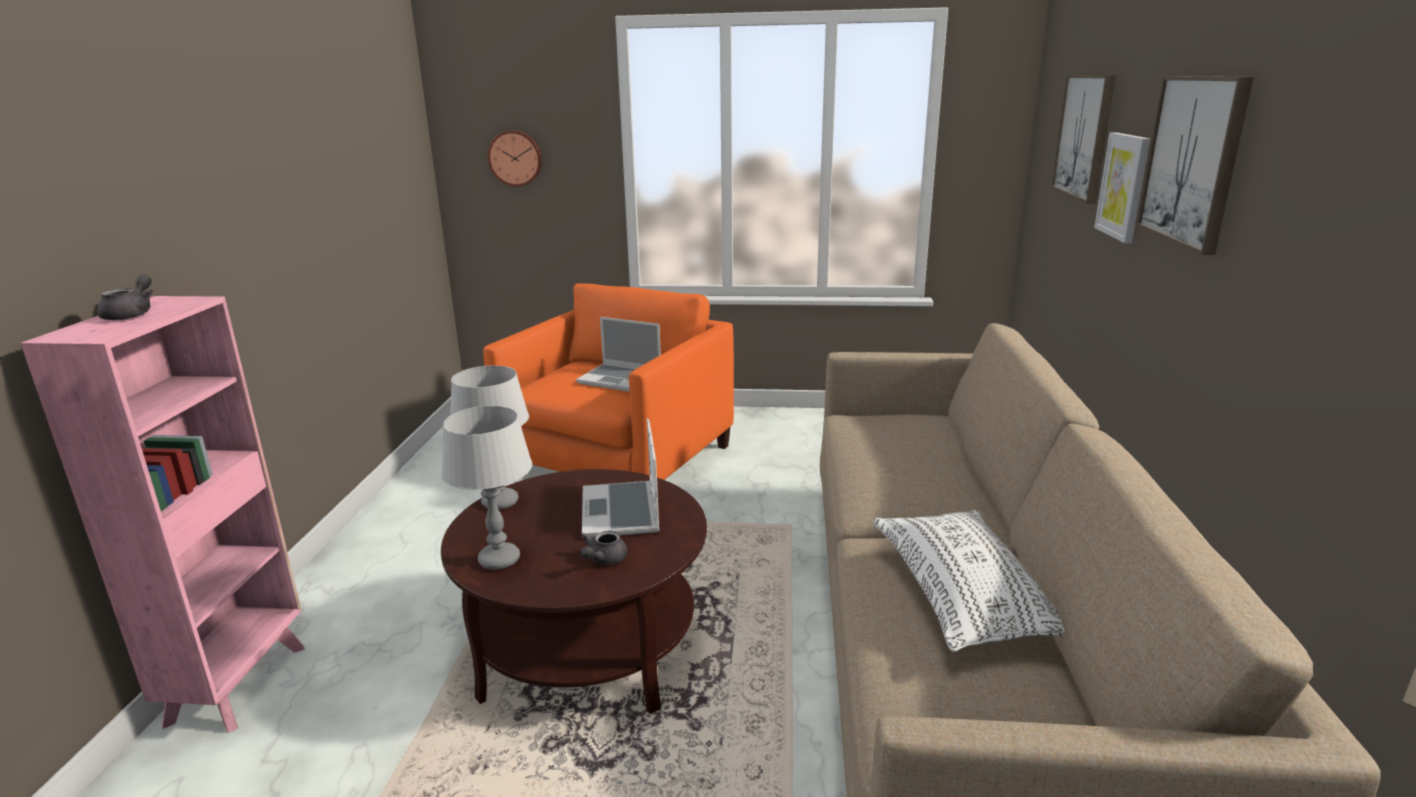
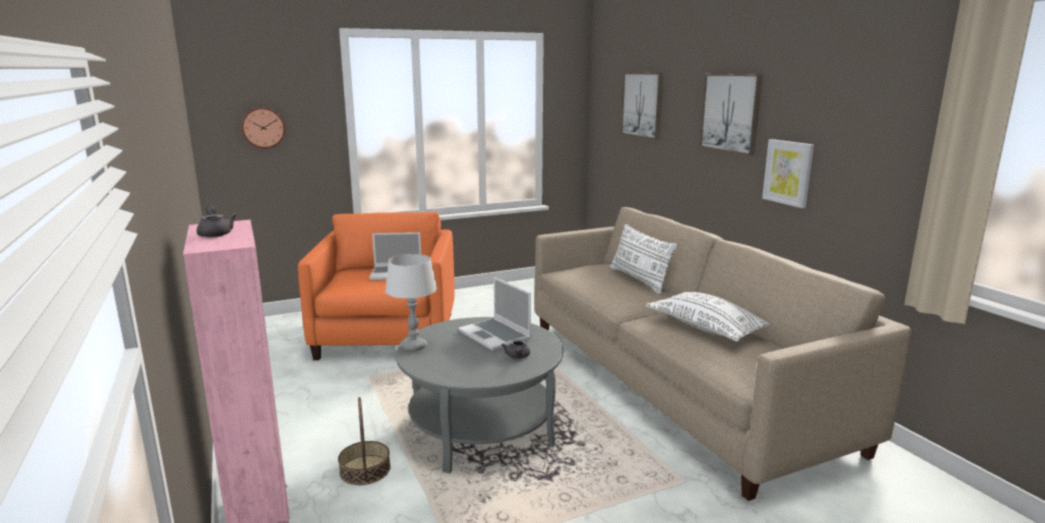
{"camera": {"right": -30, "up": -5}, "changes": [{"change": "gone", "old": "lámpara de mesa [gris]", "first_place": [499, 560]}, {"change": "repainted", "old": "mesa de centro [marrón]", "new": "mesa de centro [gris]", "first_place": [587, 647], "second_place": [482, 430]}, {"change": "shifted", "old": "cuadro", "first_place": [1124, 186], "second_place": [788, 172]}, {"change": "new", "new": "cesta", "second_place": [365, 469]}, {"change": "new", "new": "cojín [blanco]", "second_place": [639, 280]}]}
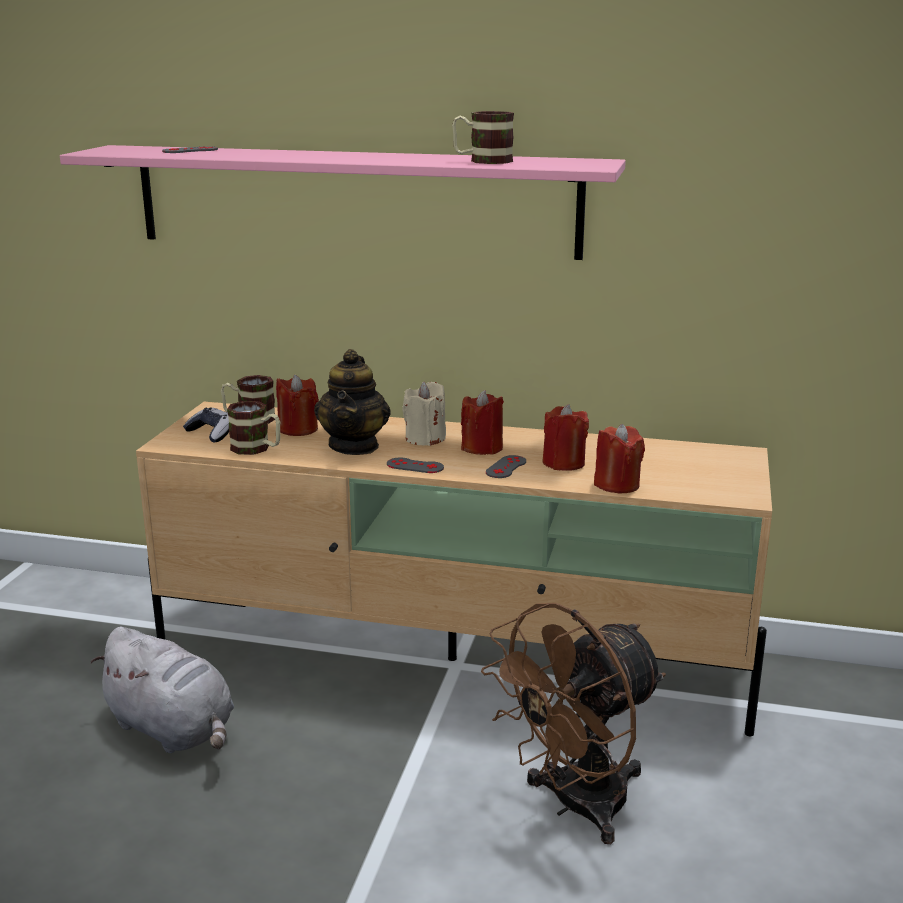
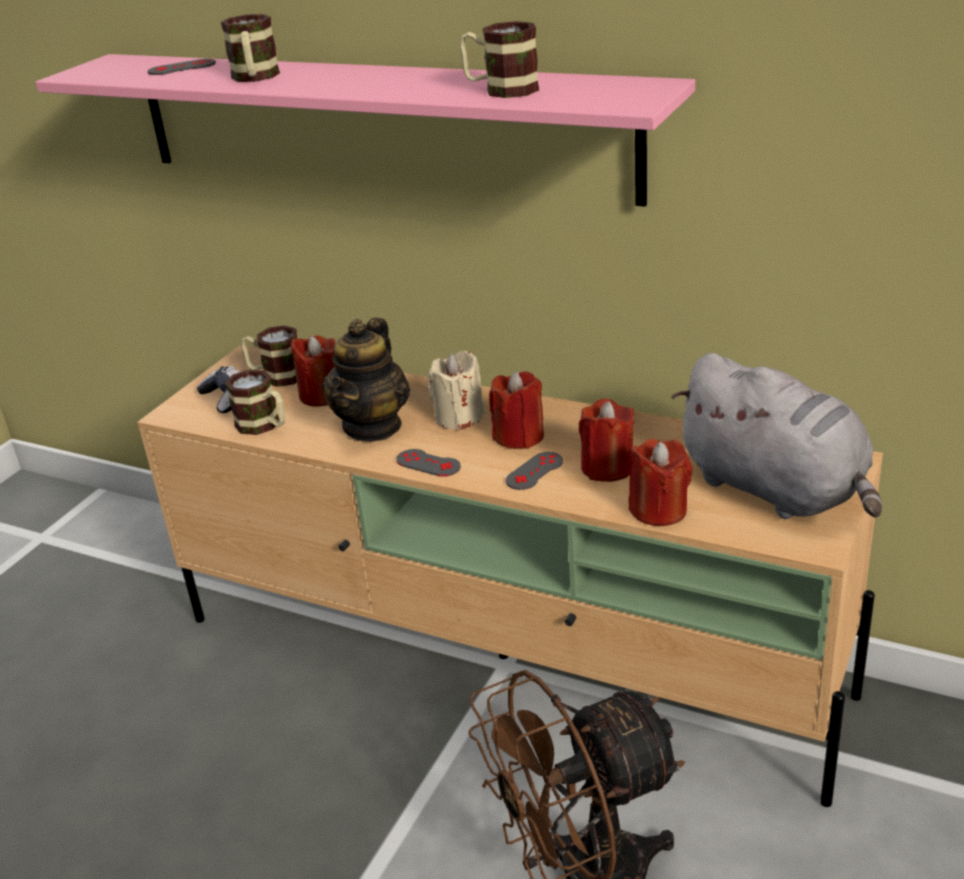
{"camera": {"right": 15, "up": 10}, "changes": [{"change": "shifted", "old": "peluche [gris]", "first_place": [173, 730], "second_place": [777, 490]}, {"change": "new", "new": "taza grande", "second_place": [255, 78]}]}
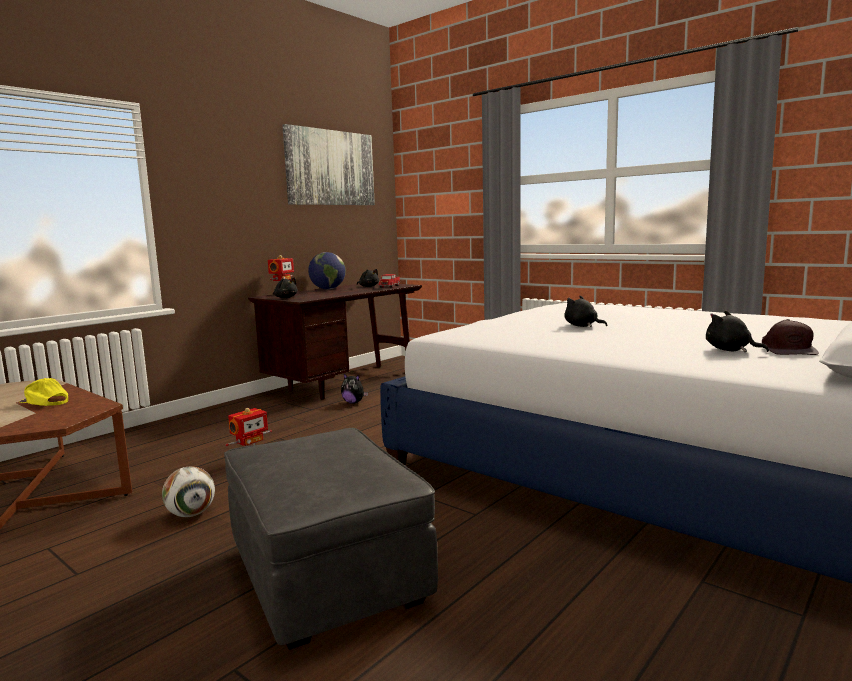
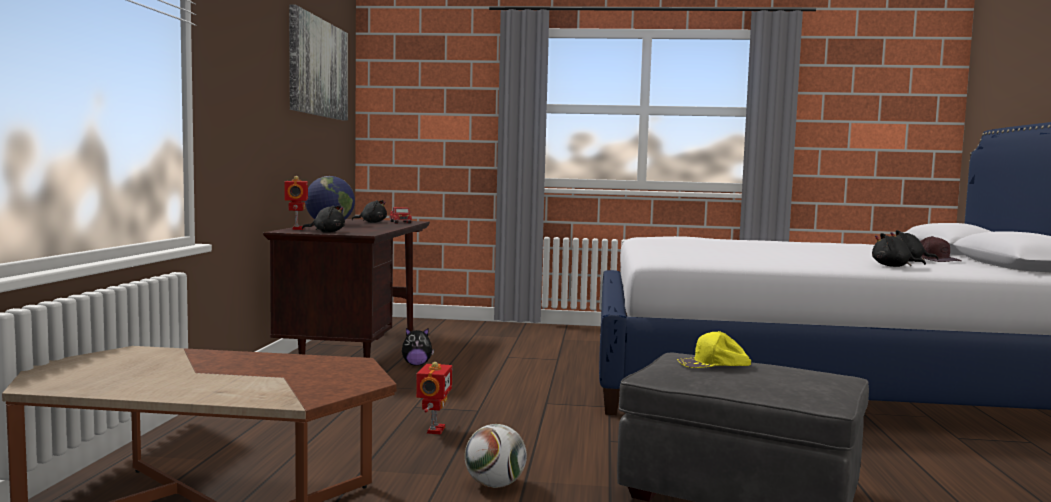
{"camera": {"right": -35, "up": -5}, "changes": [{"change": "shifted", "old": "gorra [amarillo]", "first_place": [45, 402], "second_place": [713, 364]}, {"change": "shifted", "old": "peluche [negro]", "first_place": [582, 326], "second_place": [893, 266]}]}
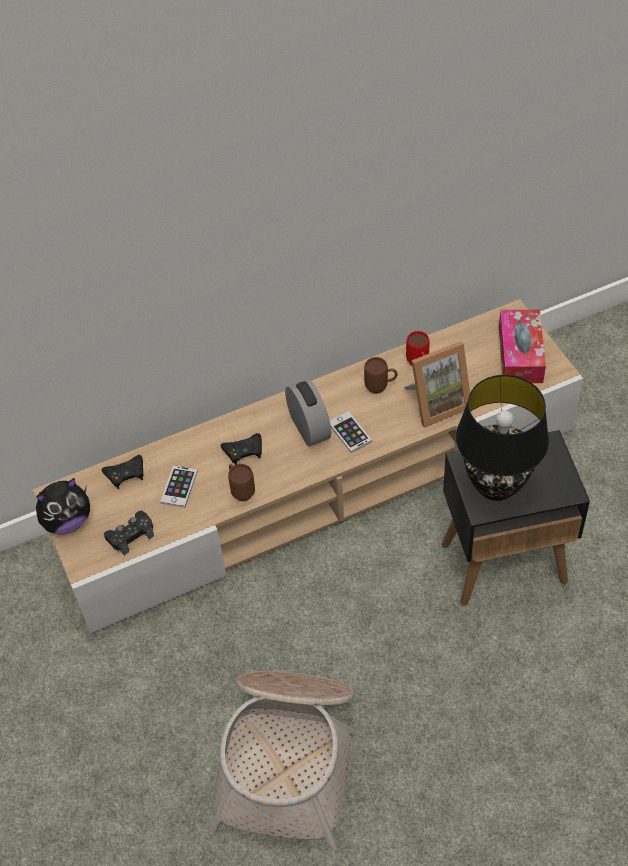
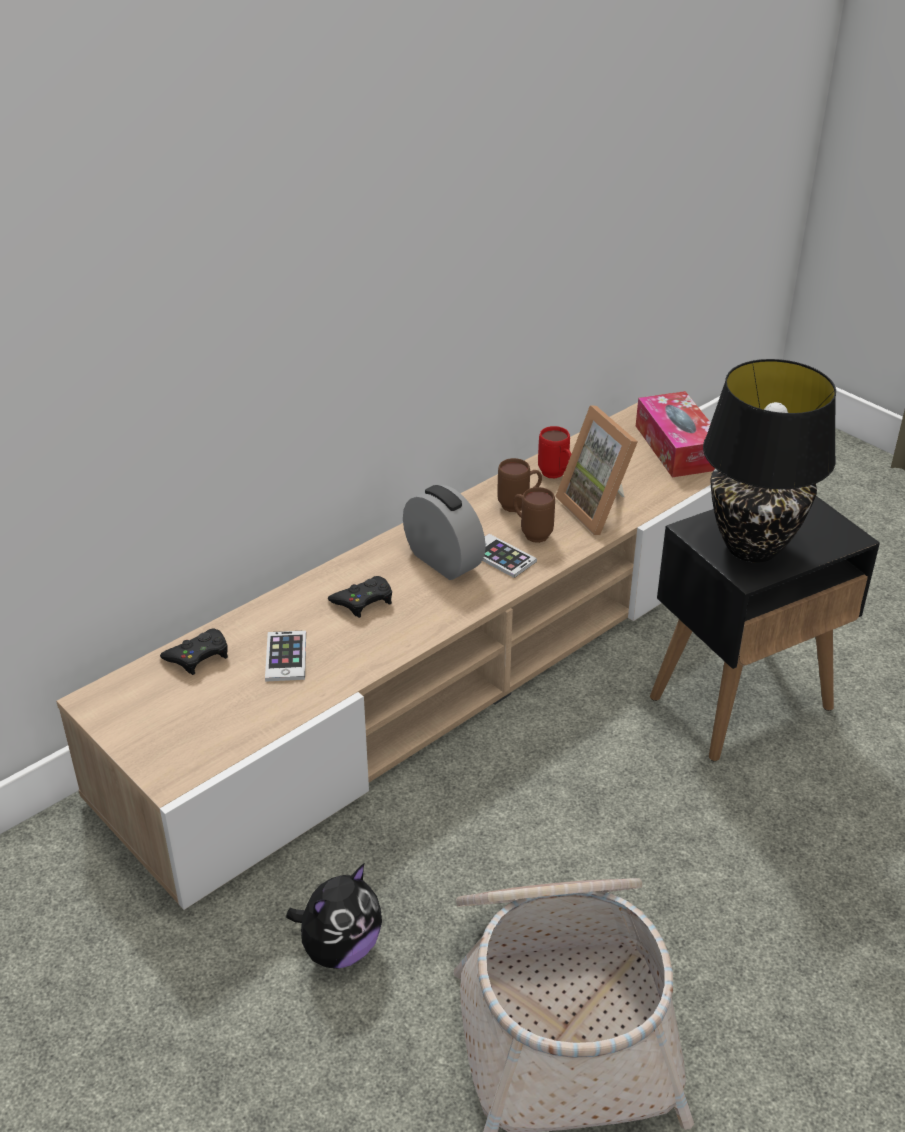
{"camera": {"right": -20, "up": -15}, "changes": [{"change": "shifted", "old": "peluche", "first_place": [67, 521], "second_place": [339, 948]}, {"change": "gone", "old": "mando de consola [negro]", "first_place": [131, 535]}, {"change": "shifted", "old": "taza grande [marrón]", "first_place": [241, 490], "second_place": [531, 533]}, {"change": "rotated", "old": "portarretratos", "first_place": [437, 403], "second_place": [600, 509], "degrees": 105}]}
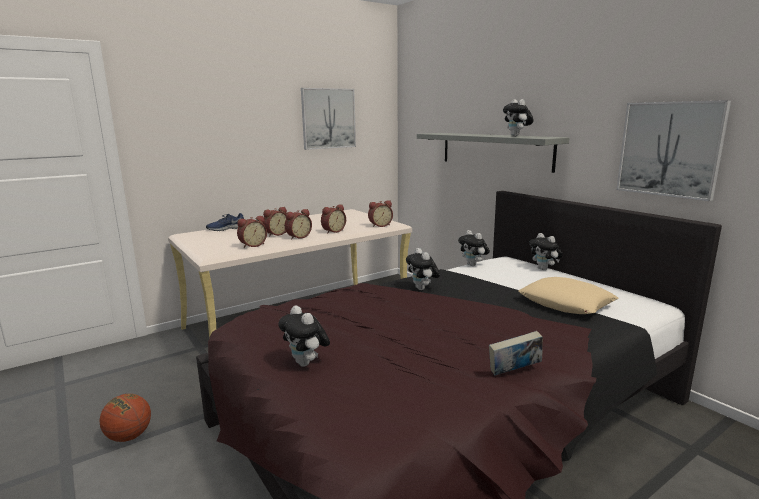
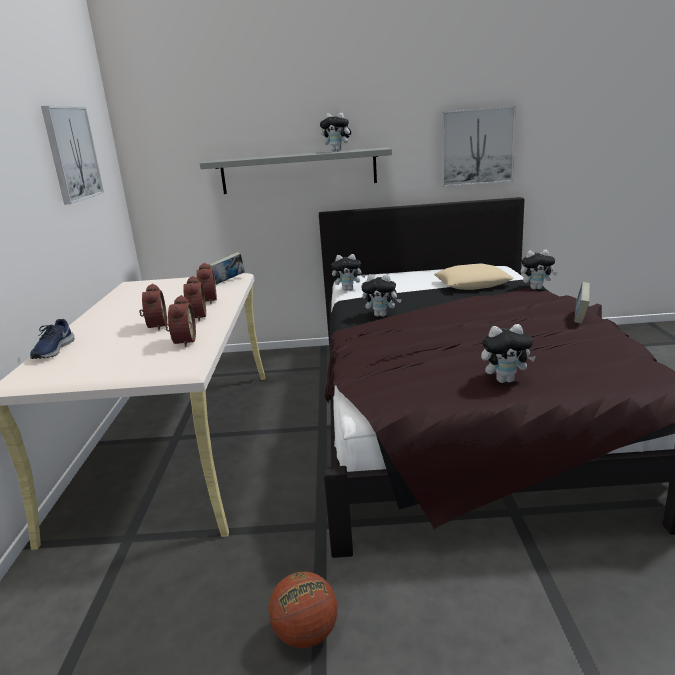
{"camera": {"right": -55, "up": 5}, "changes": [{"change": "swapped", "old": "despertador", "new": "libro", "first_place": [380, 225], "second_place": [228, 281]}, {"change": "shifted", "old": "peluche", "first_place": [544, 269], "second_place": [536, 288]}]}
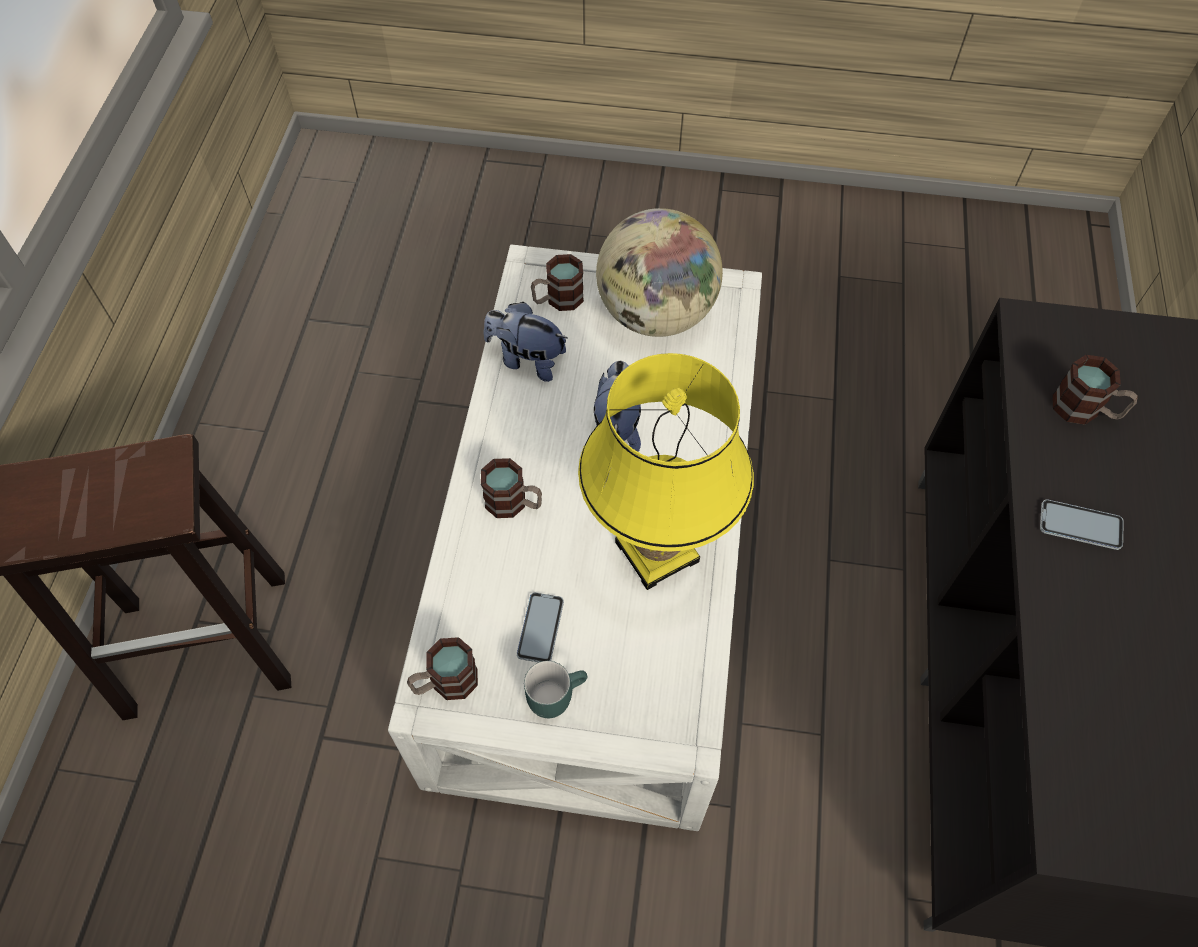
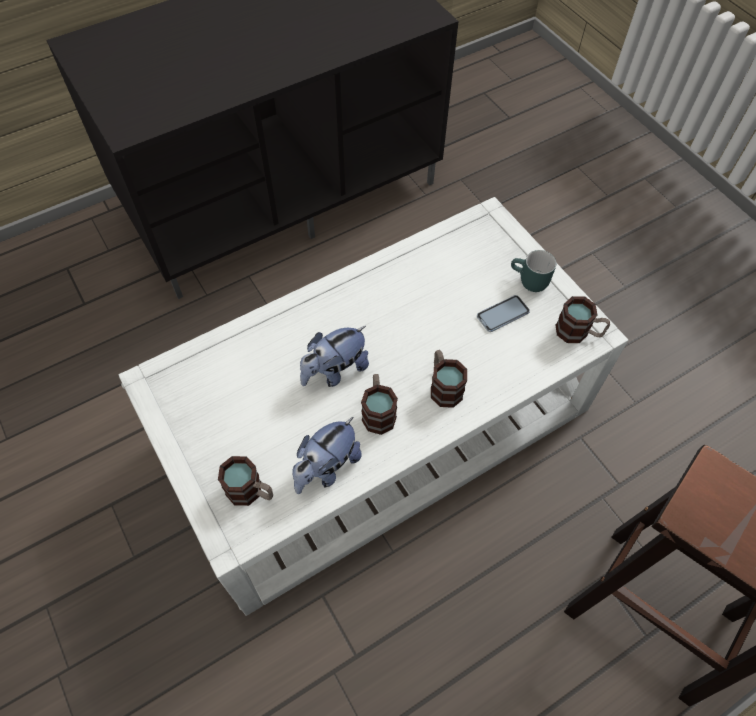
{"camera": {"right": -130, "up": 0}, "changes": [{"change": "rotated", "old": "peluche", "first_place": [527, 360], "second_place": [326, 468], "degrees": 60}, {"change": "gone", "old": "lámpara de mesa [amarillo]", "first_place": [657, 551]}, {"change": "gone", "old": "globo terráqueo", "first_place": [655, 314]}, {"change": "gone", "old": "móvil", "first_place": [1080, 525]}, {"change": "shifted", "old": "taza grande", "first_place": [1085, 410], "second_place": [378, 411]}]}
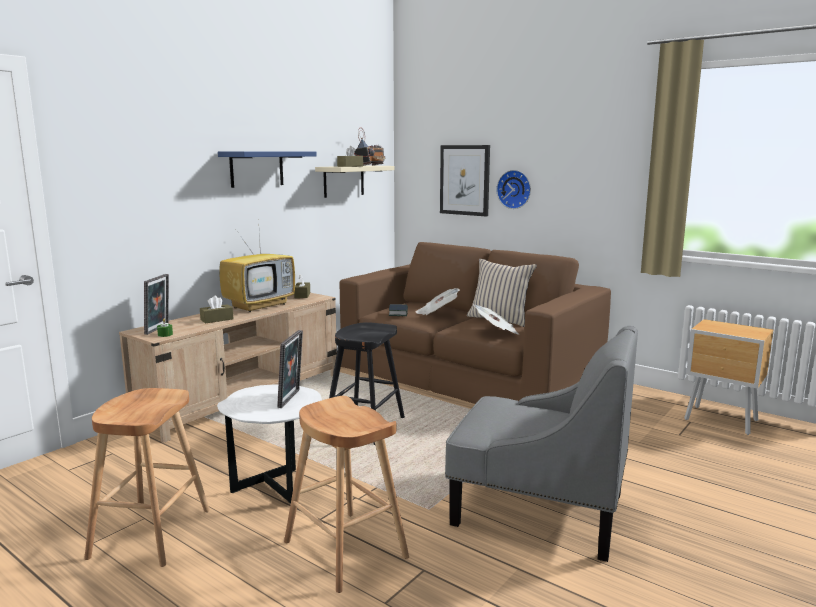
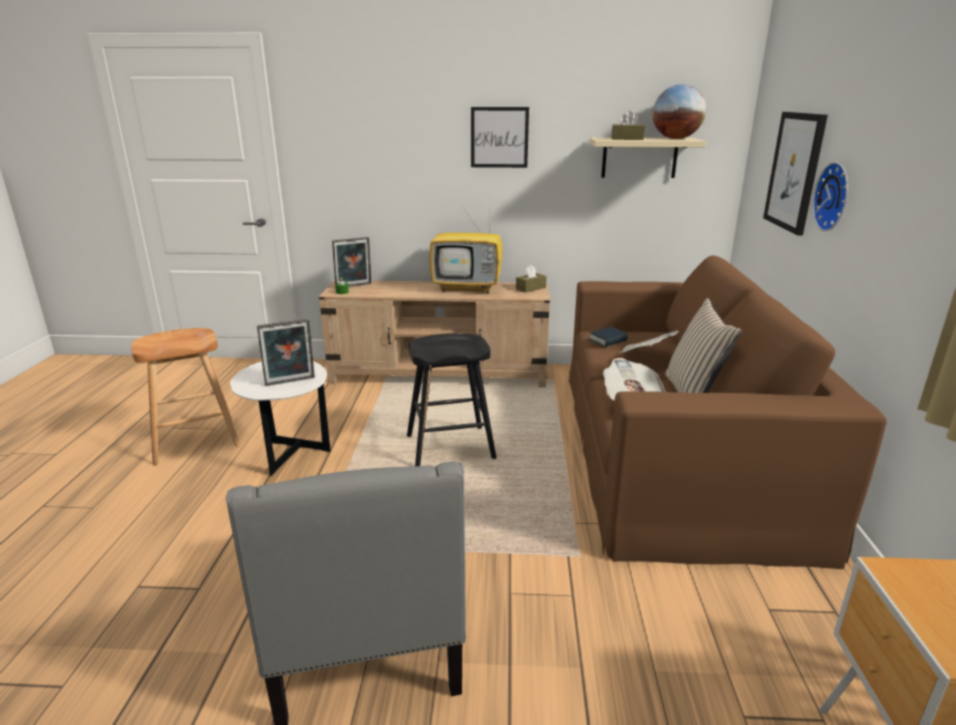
{"camera": {"right": 55, "up": 10}, "changes": [{"change": "gone", "old": "caja de pañuelos [marrón]", "first_place": [217, 319]}, {"change": "swapped", "old": "estante [azul]", "new": "cuadro", "first_place": [257, 168], "second_place": [499, 137]}, {"change": "gone", "old": "taburete [marrón]", "first_place": [345, 550]}, {"change": "swapped", "old": "radio", "new": "globo terráqueo", "first_place": [370, 165], "second_place": [675, 138]}]}
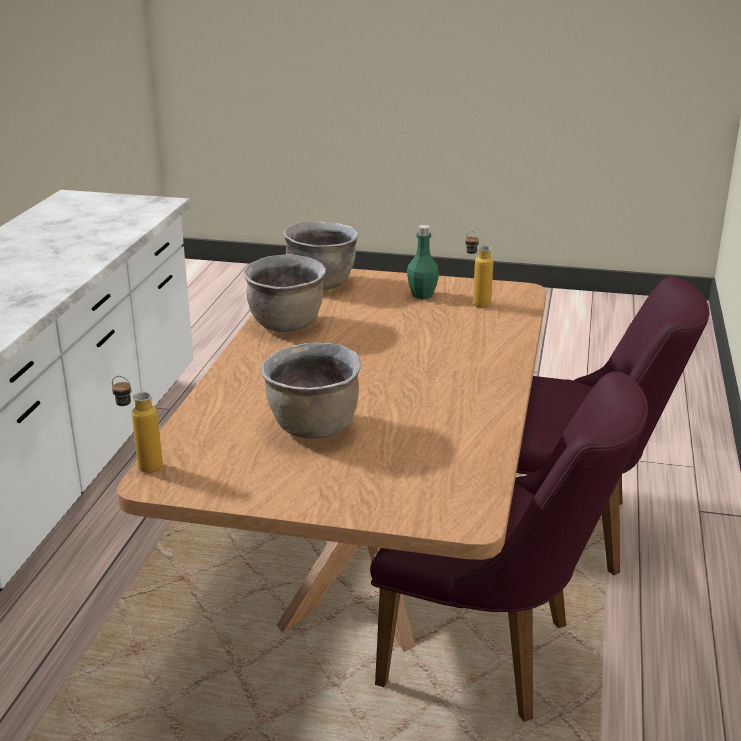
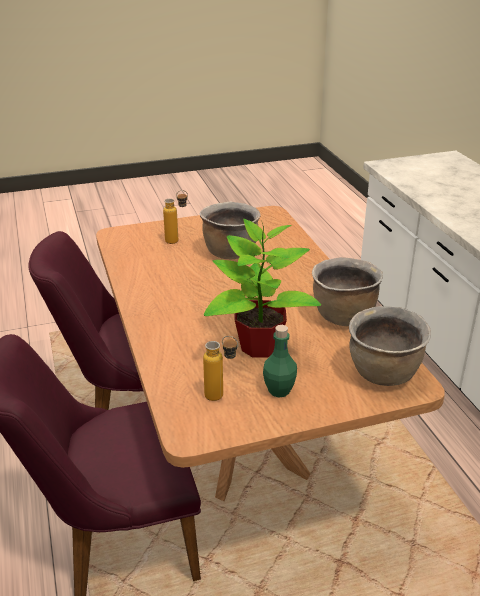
{"camera": {"right": 150, "up": 5}, "changes": [{"change": "shifted", "old": "botella", "first_place": [141, 465], "second_place": [177, 241]}, {"change": "new", "new": "planta en maceta", "second_place": [258, 346]}]}
